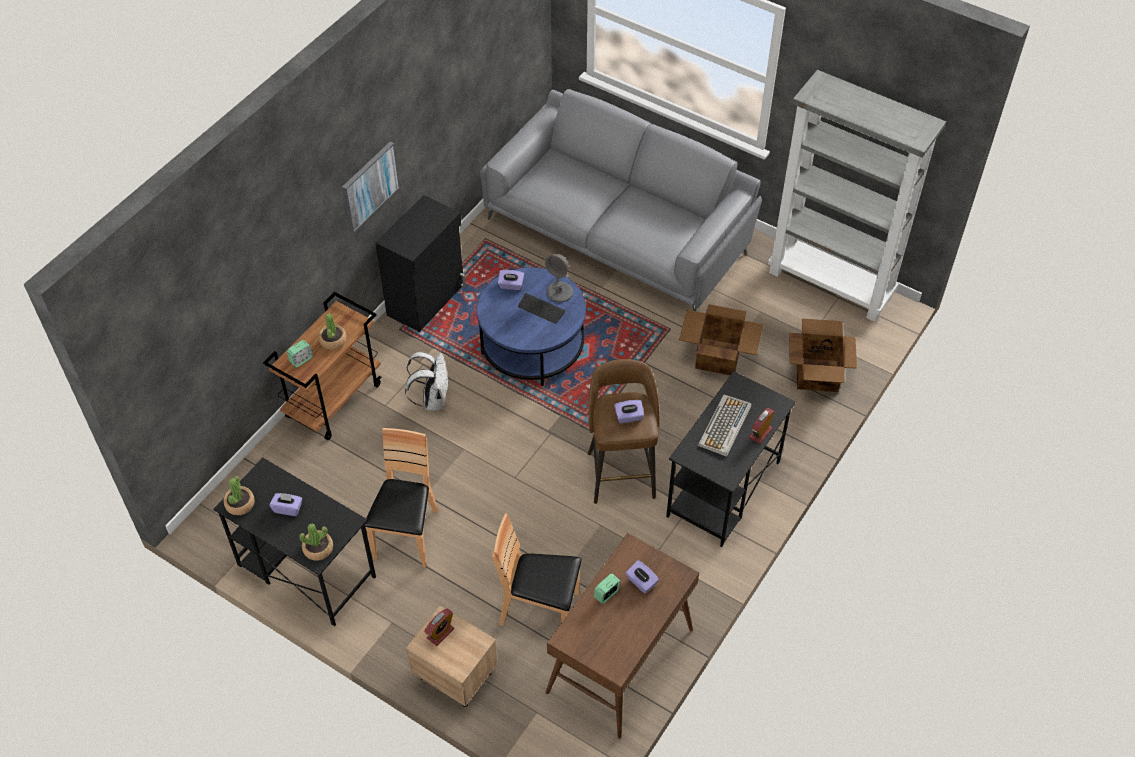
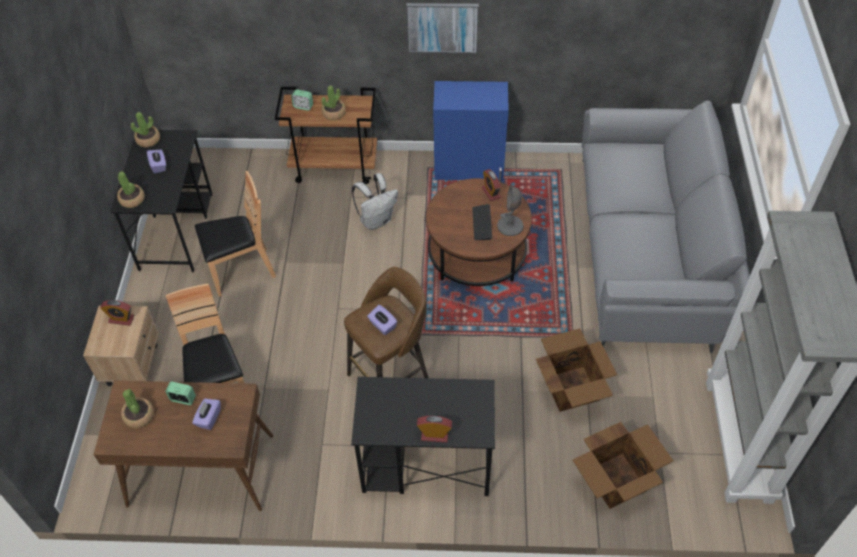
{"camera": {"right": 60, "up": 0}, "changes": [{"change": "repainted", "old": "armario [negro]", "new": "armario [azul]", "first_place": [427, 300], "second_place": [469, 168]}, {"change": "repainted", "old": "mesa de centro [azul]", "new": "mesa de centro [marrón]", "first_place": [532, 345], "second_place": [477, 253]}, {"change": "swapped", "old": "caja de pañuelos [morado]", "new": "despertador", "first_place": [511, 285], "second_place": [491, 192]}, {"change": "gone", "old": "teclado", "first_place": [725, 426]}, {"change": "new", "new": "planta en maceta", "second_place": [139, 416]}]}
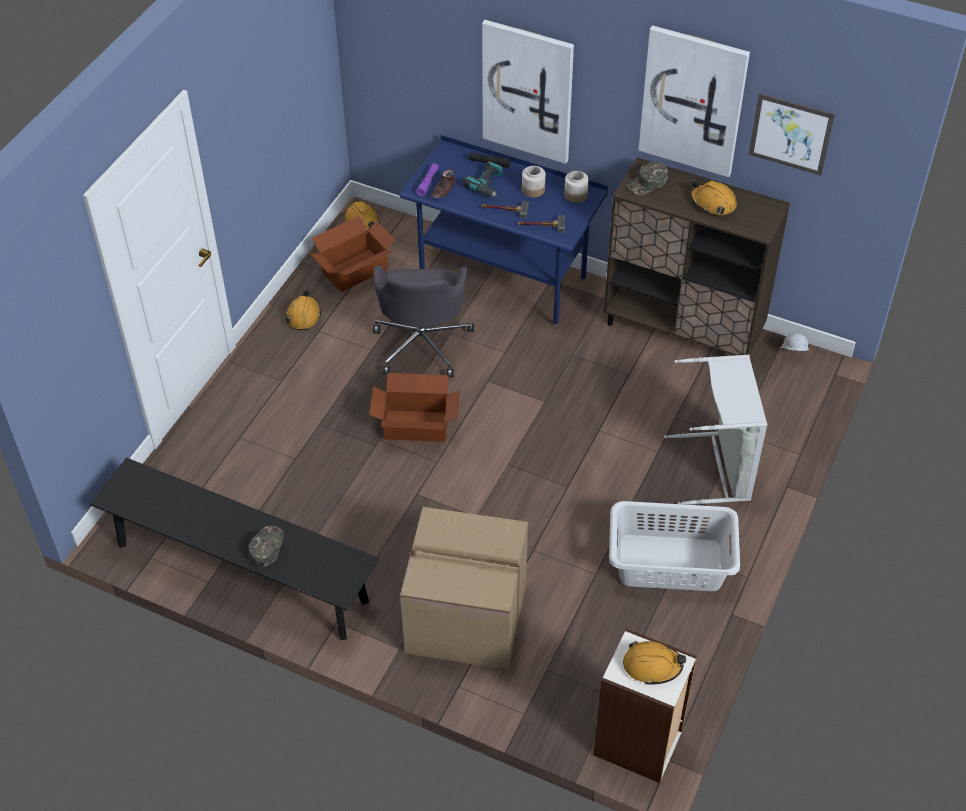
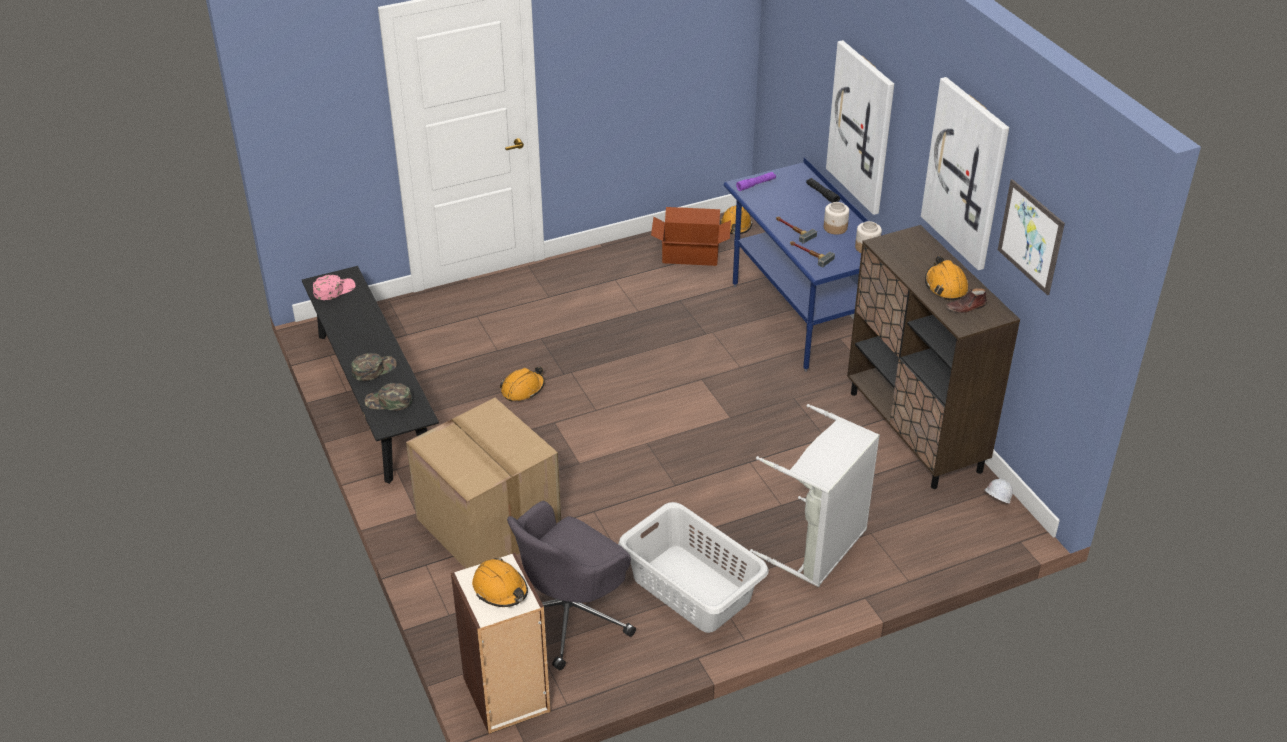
{"camera": {"right": 40, "up": -10}, "changes": [{"change": "shifted", "old": "casco [naranja]", "first_place": [303, 315], "second_place": [523, 389]}, {"change": "gone", "old": "caja de cartón", "first_place": [415, 425]}, {"change": "shifted", "old": "silla de oficina [gris]", "first_place": [422, 343], "second_place": [570, 616]}, {"change": "shifted", "old": "zapato [marrón]", "first_place": [443, 190], "second_place": [966, 307]}, {"change": "gone", "old": "taladro", "first_place": [488, 185]}, {"change": "shifted", "old": "gorra [verde]", "first_place": [647, 183], "second_place": [388, 401]}, {"change": "new", "new": "gorra [rosa]", "second_place": [334, 290]}]}
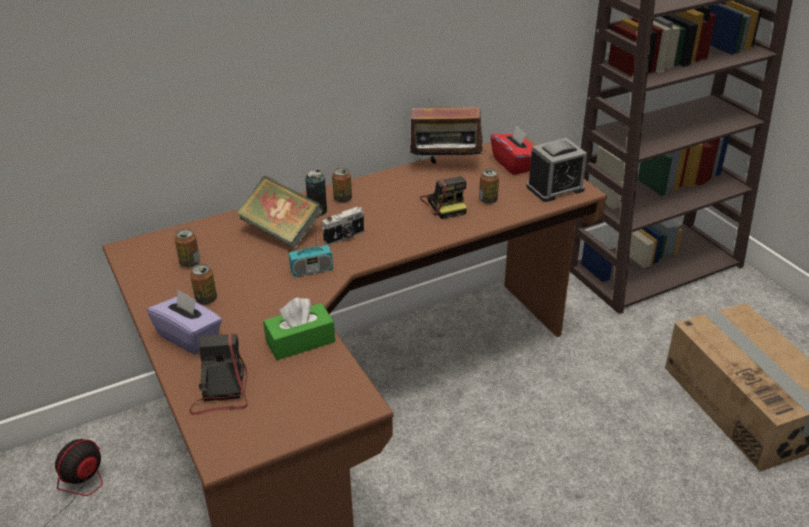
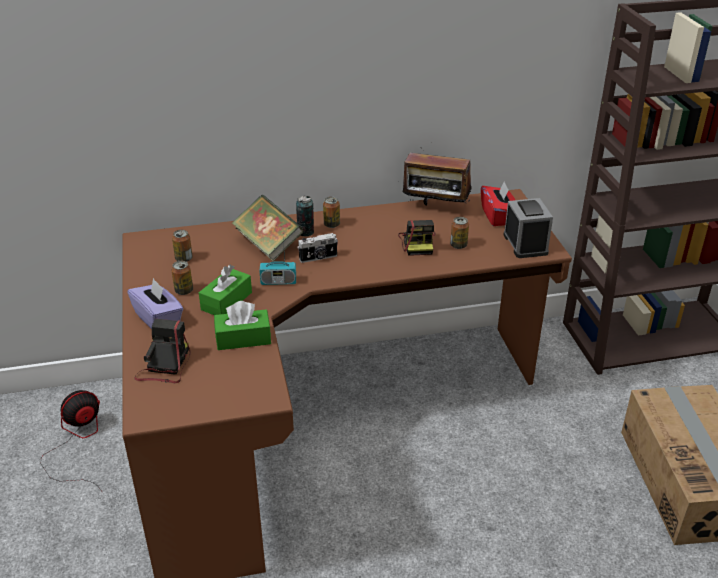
{"camera": {"right": 15, "up": 0}, "changes": [{"change": "rotated", "old": "despertador", "first_place": [555, 188], "second_place": [525, 244], "degrees": -90}, {"change": "new", "new": "caja de pañuelos [verde]", "second_place": [226, 301]}]}
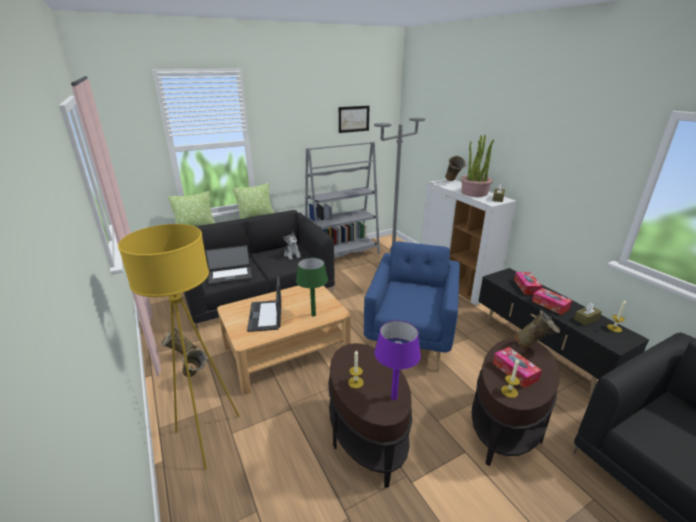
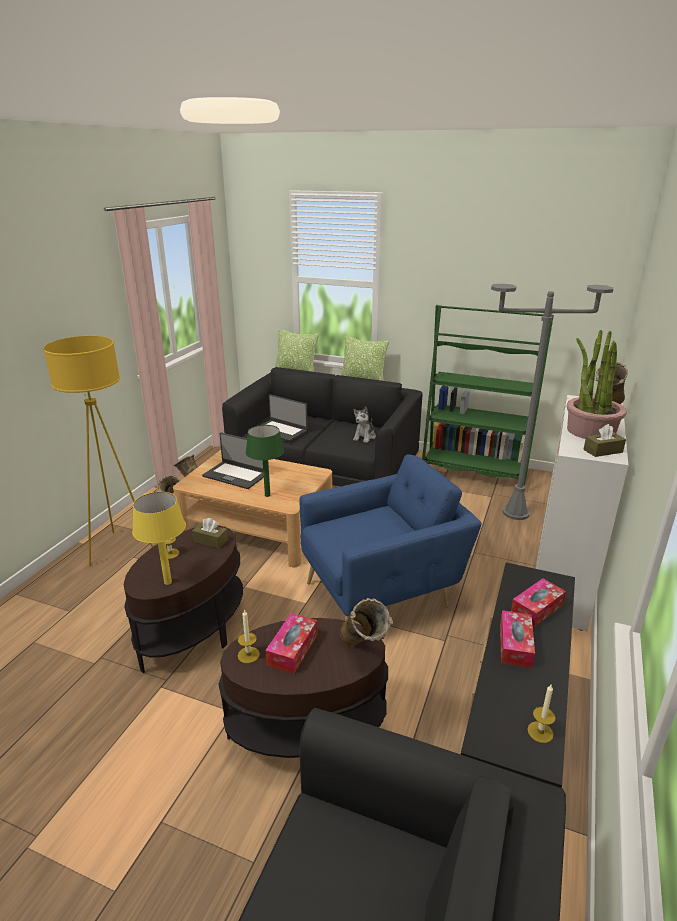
{"camera": {"right": 50, "up": 0}, "changes": [{"change": "rotated", "old": "portátil", "first_place": [266, 316], "second_place": [236, 475], "degrees": -105}, {"change": "repainted", "old": "estantería [gris]", "new": "estantería [verde]", "first_place": [342, 254], "second_place": [474, 472]}, {"change": "gone", "old": "cuadro", "first_place": [353, 119]}, {"change": "repainted", "old": "lámpara de mesa [morado]", "new": "lámpara de mesa [amarillo]", "first_place": [393, 397], "second_place": [168, 582]}, {"change": "shifted", "old": "caja de pañuelos [marrón]", "first_place": [586, 319], "second_place": [210, 540]}]}
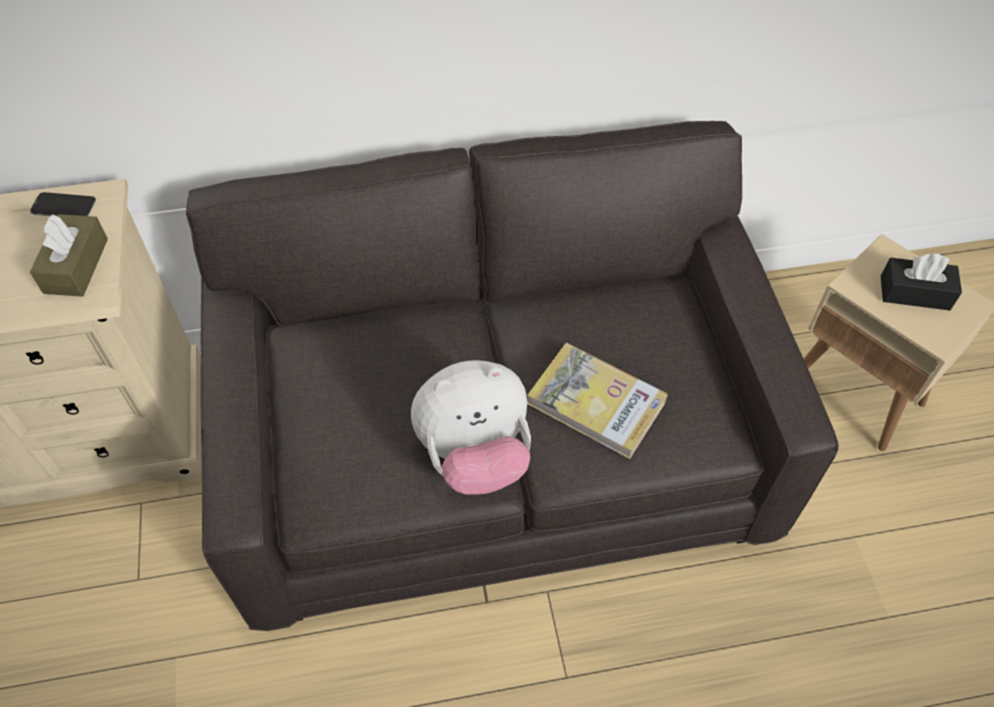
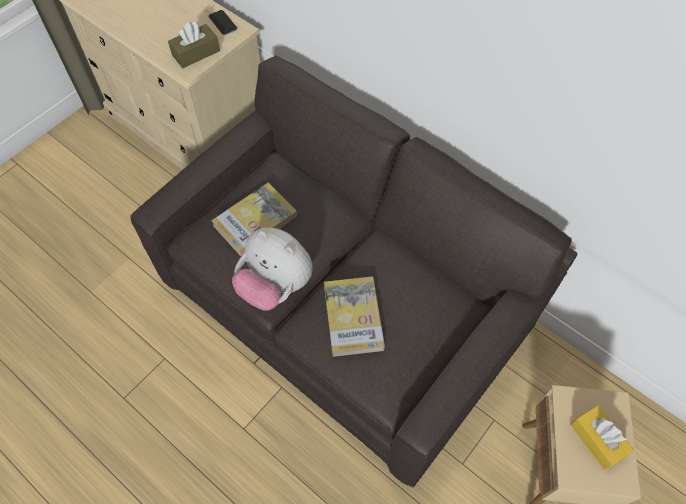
{"camera": {"right": 50, "up": 5}, "changes": [{"change": "repainted", "old": "caja de pañuelos [negro]", "new": "caja de pañuelos [amarillo]", "first_place": [914, 293], "second_place": [597, 440]}, {"change": "new", "new": "libro", "second_place": [255, 221]}]}
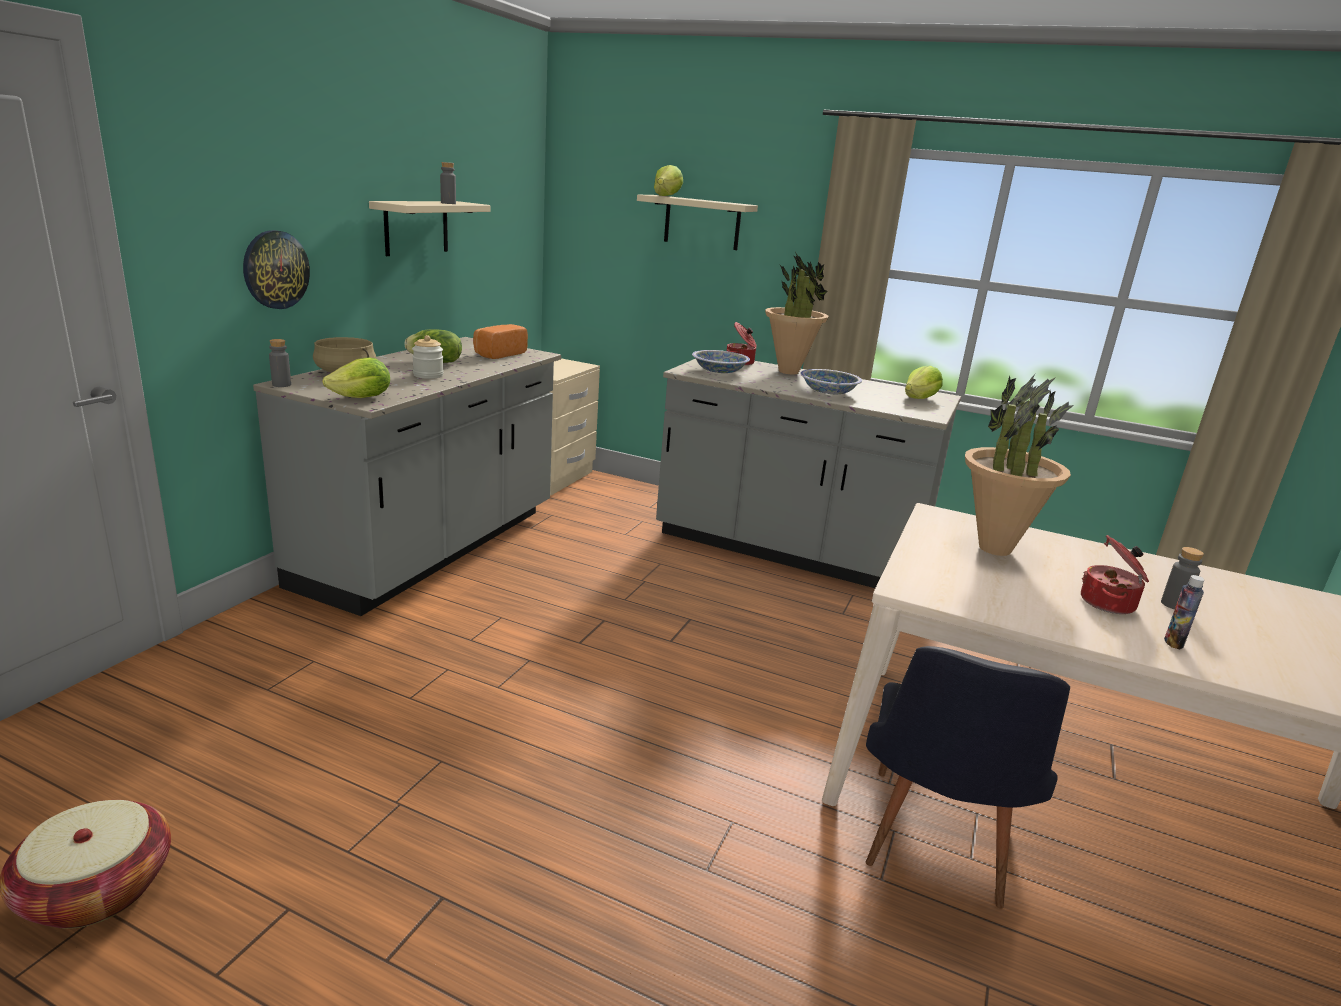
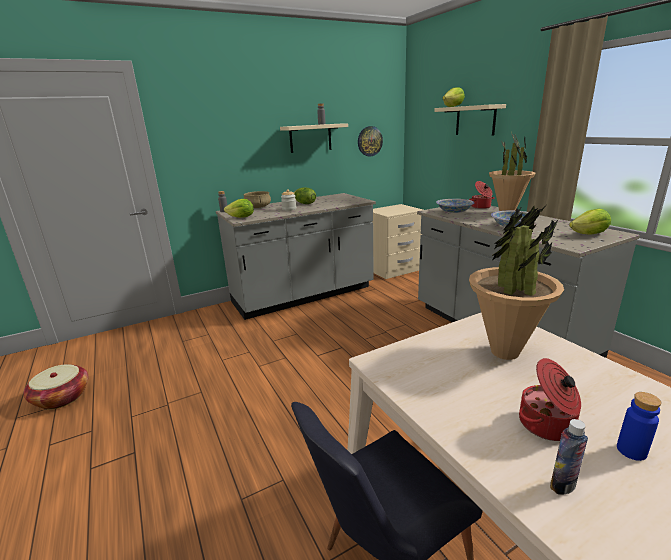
{"camera": {"right": 40, "up": 0}, "changes": [{"change": "shifted", "old": "reloj de pared", "first_place": [275, 269], "second_place": [369, 141]}, {"change": "gone", "old": "pan", "first_place": [498, 354]}, {"change": "repainted", "old": "botella [gris]", "new": "botella [azul]", "first_place": [1173, 604], "second_place": [631, 450]}]}
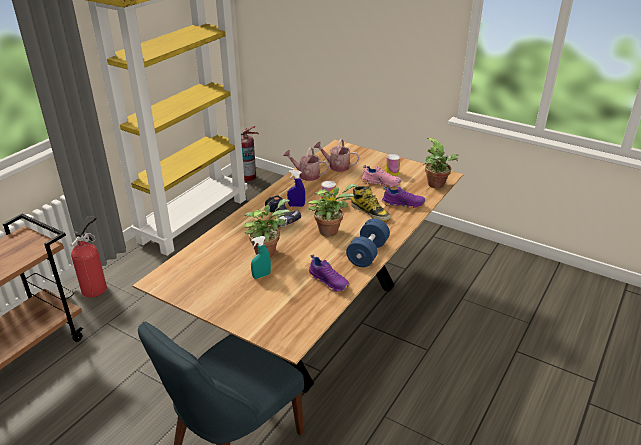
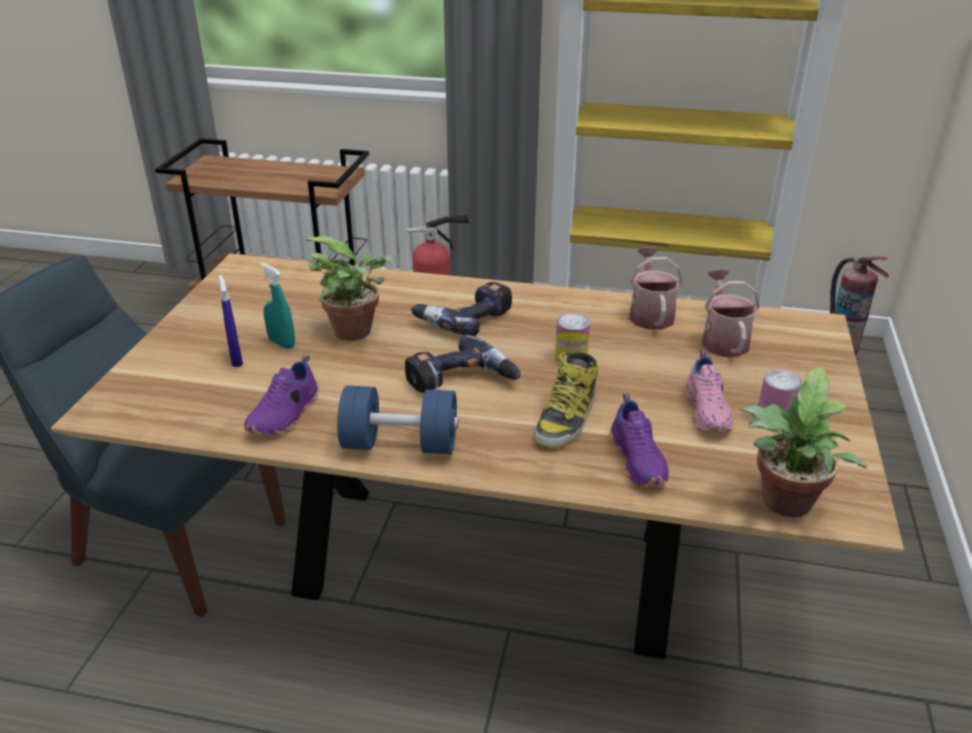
{"camera": {"right": 70, "up": 0}, "changes": [{"change": "shifted", "old": "pulverizador [azul]", "first_place": [296, 206], "second_place": [236, 359]}, {"change": "swapped", "old": "planta en maceta", "new": "taladro", "first_place": [330, 230], "second_place": [461, 382]}]}
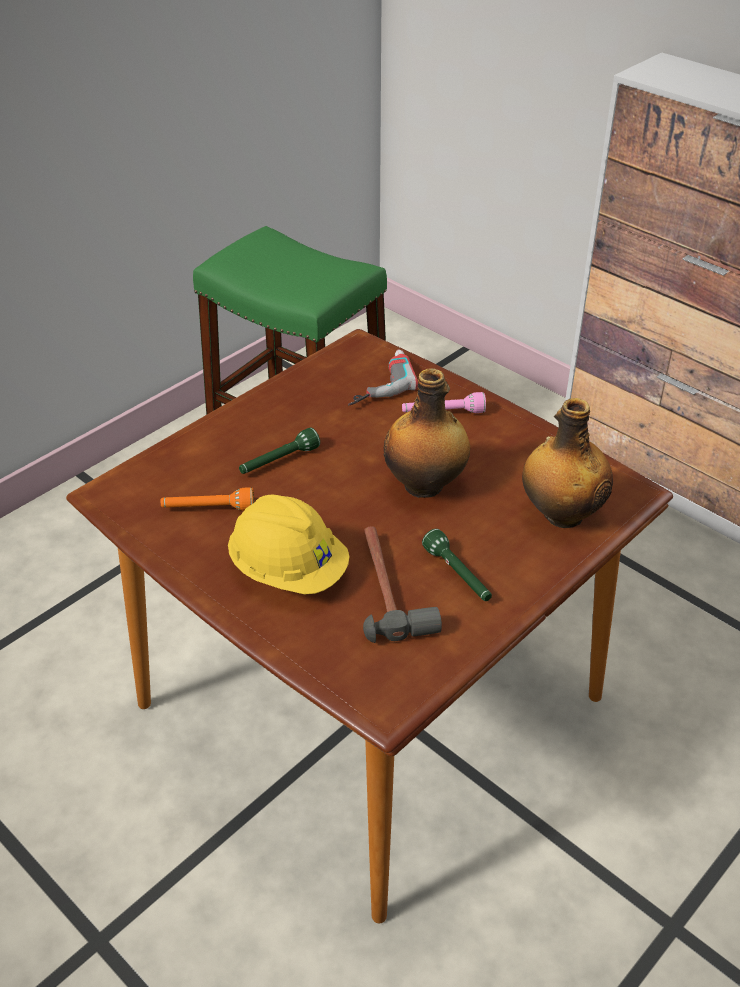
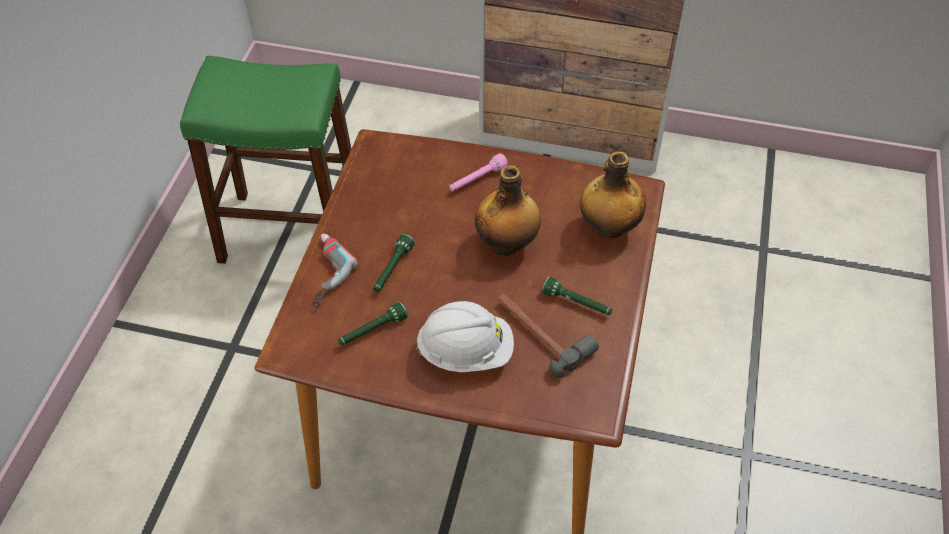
{"camera": {"right": -30, "up": 10}, "changes": [{"change": "repainted", "old": "linterna [naranja]", "new": "linterna [verde]", "first_place": [208, 509], "second_place": [372, 330]}, {"change": "repainted", "old": "casco [amarillo]", "new": "casco [blanco]", "first_place": [288, 570], "second_place": [466, 352]}, {"change": "shifted", "old": "taladro", "first_place": [377, 383], "second_place": [321, 272]}]}
